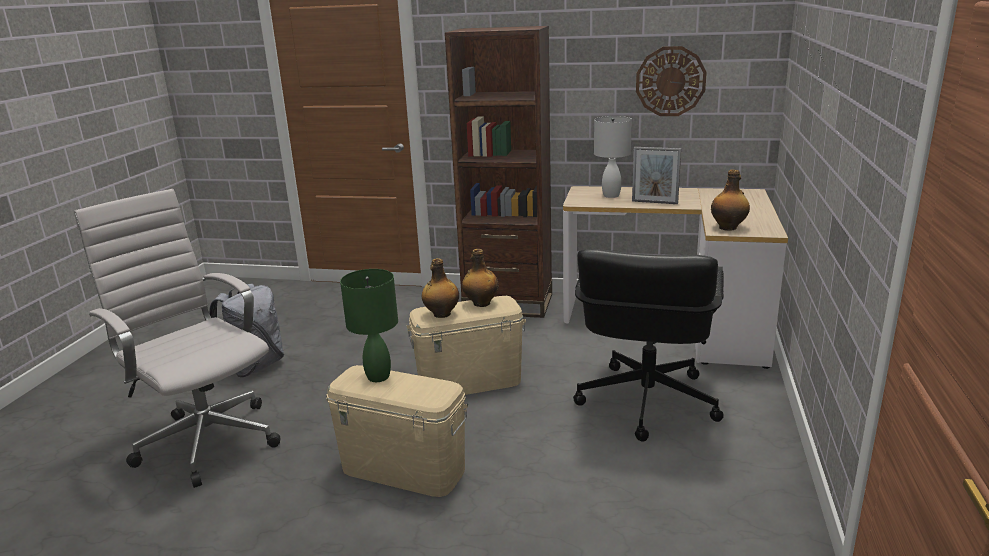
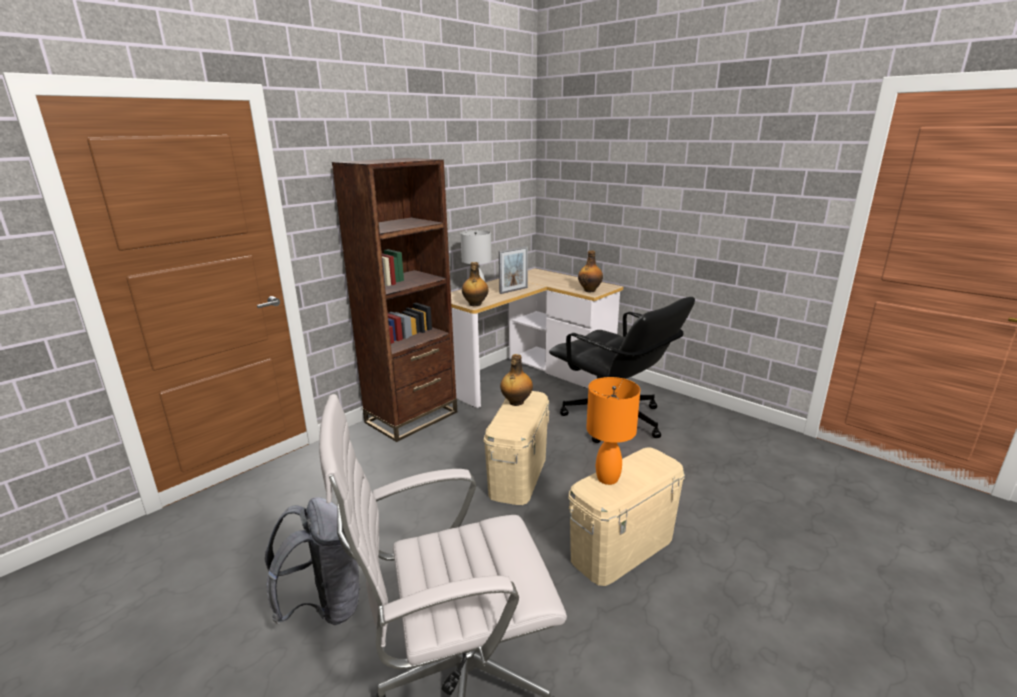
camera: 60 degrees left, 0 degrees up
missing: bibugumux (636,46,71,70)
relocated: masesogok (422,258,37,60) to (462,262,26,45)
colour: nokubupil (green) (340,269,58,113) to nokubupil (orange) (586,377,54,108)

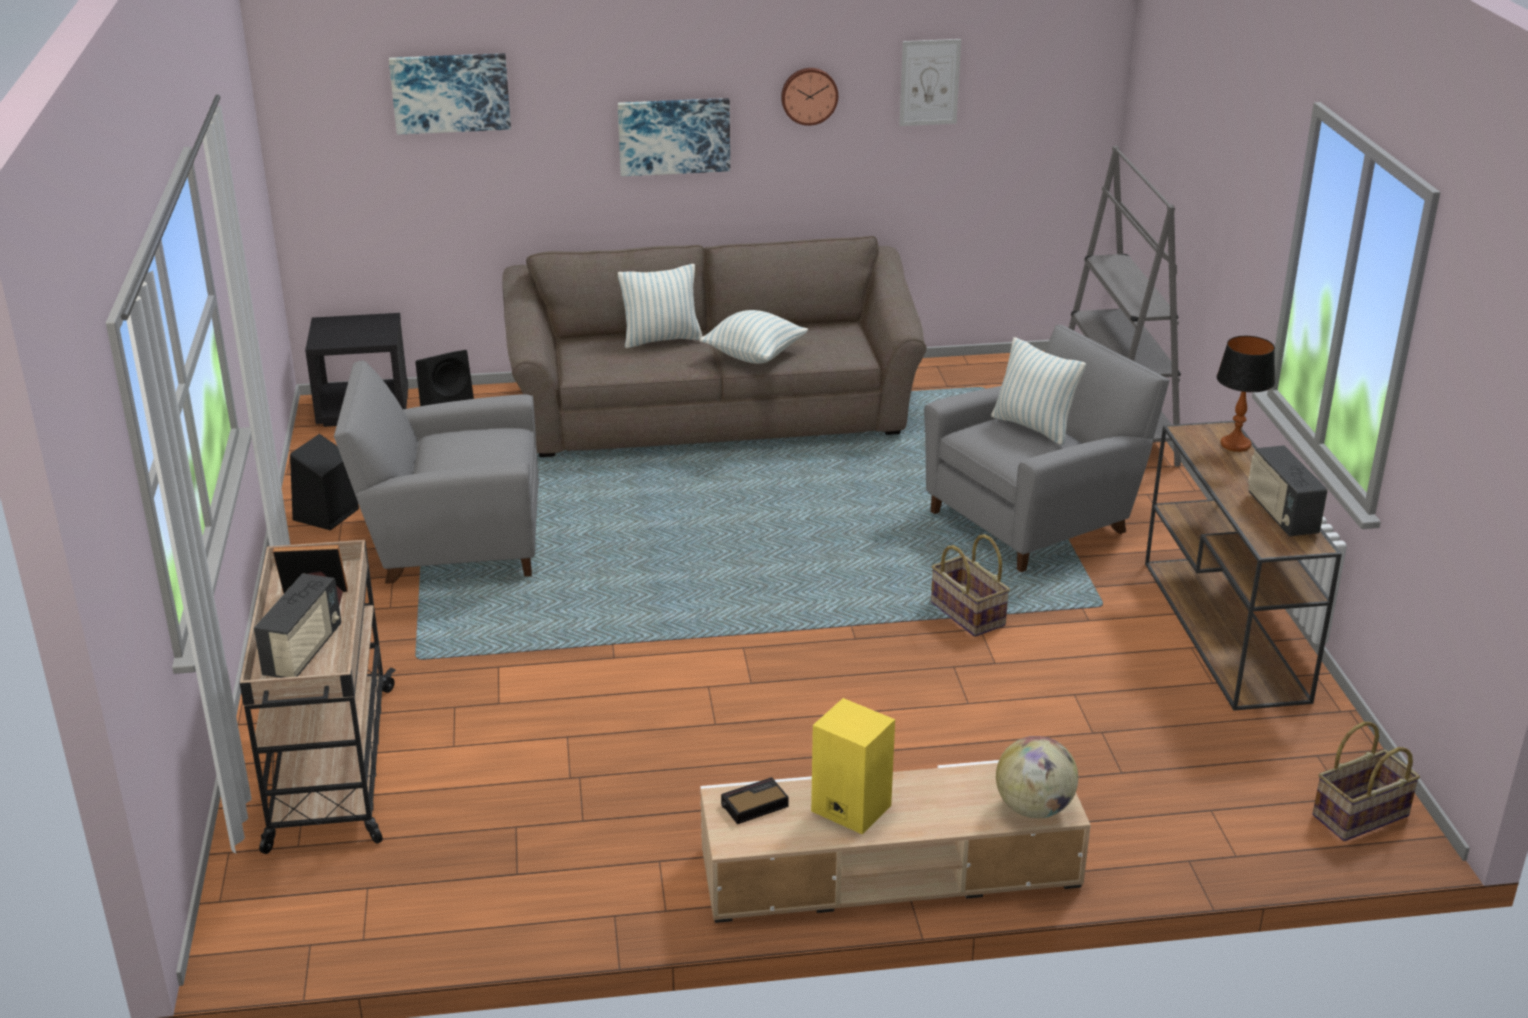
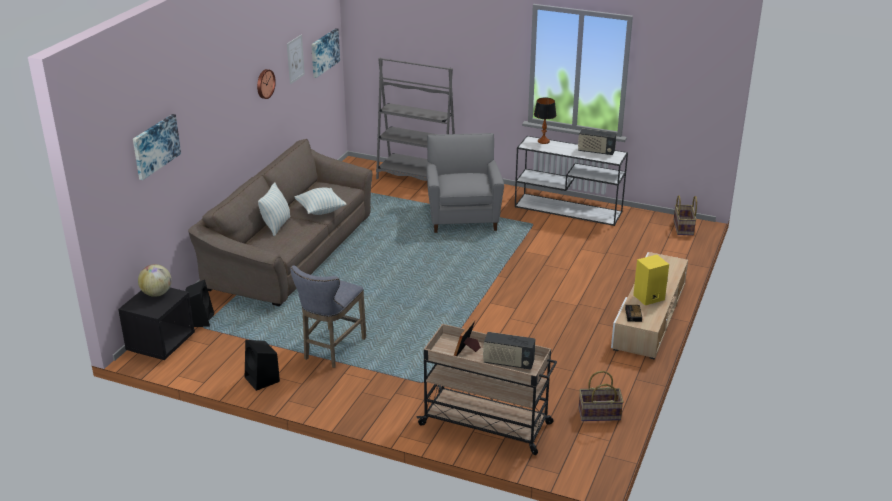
camera: 60 degrees left, 0 degrees up
missing: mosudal (991,337,95,108)
relocated: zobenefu (996,736,82,82) to (138,264,34,33); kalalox (618,98,112,78) to (311,28,29,50); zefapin (931,534,79,103) to (579,371,45,50)
exchanged: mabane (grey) (334,360,205,224) to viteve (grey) (290,265,76,103)
colour: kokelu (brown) (1145,421,197,290) to kokelu (white) (515,136,113,90)
spun: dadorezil (254,573,87,105) = (483,332,52,37) 150 degrees clockwise

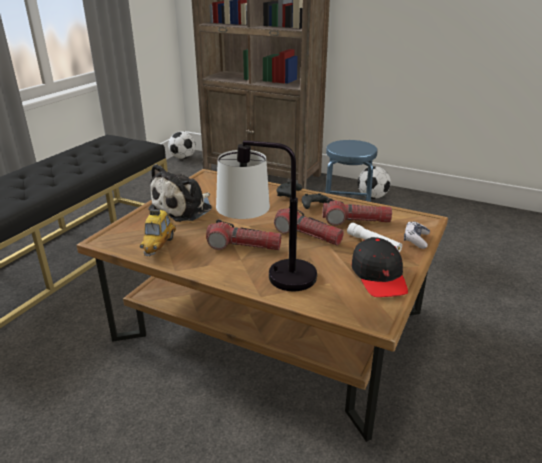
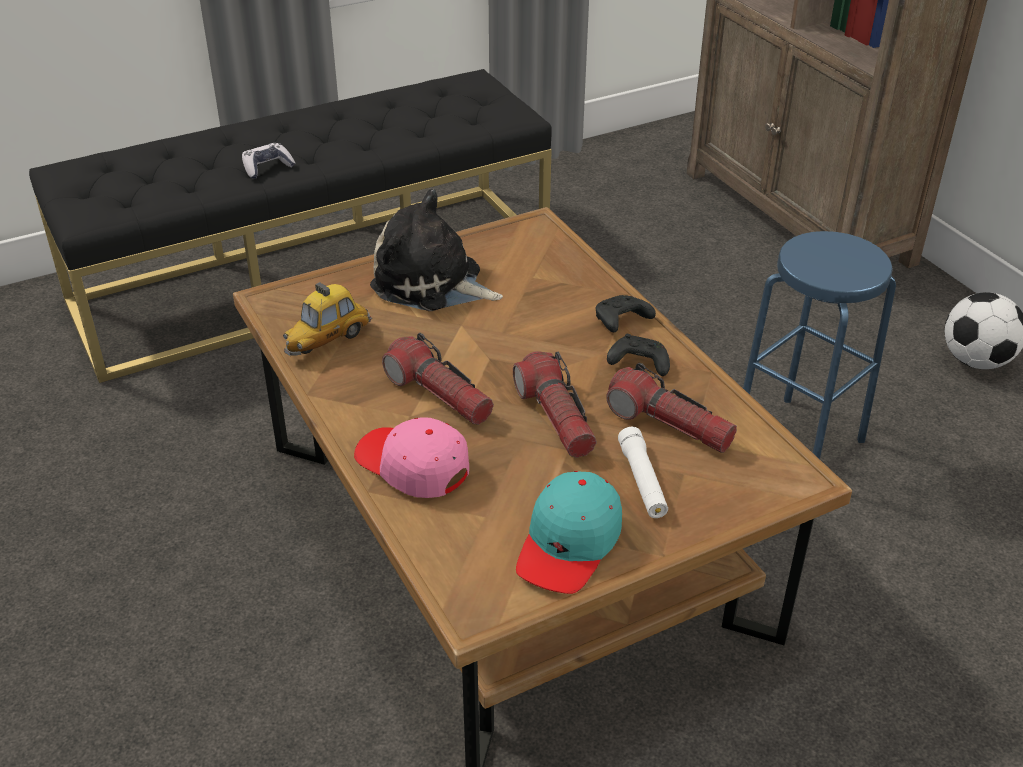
camera: 35 degrees right, 10 degrees up
missing: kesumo (168,131,28,28)
relocated: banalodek (404,221,26,28) to (242,143,54,36)
exchanged: nokubupil (216,140,101,151) to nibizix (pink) (354,417,115,81)
colour: nibizix (black) (352,237,56,60) to nibizix (turquoise) (516,471,106,123)
spun: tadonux (148,164,64,58) = (370,189,133,122) 45 degrees clockwise

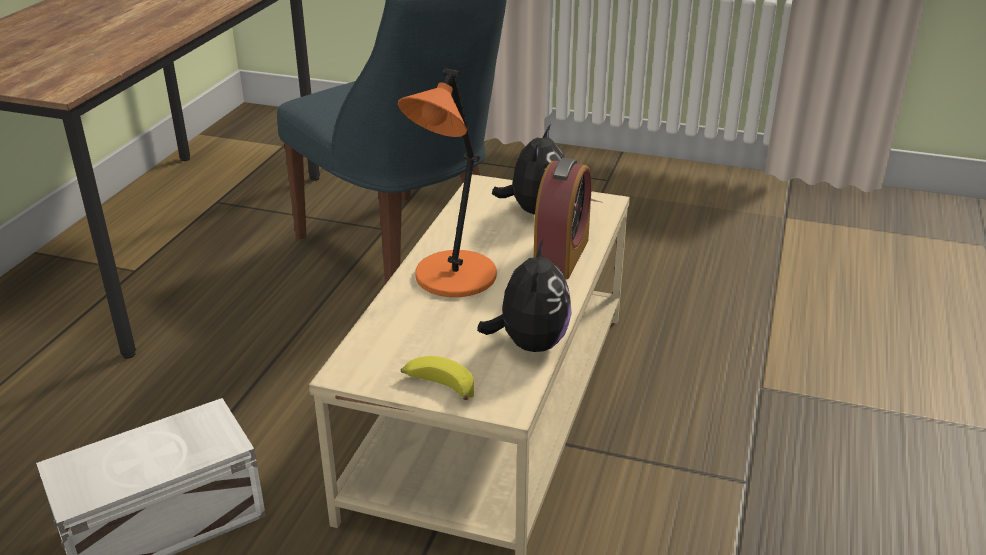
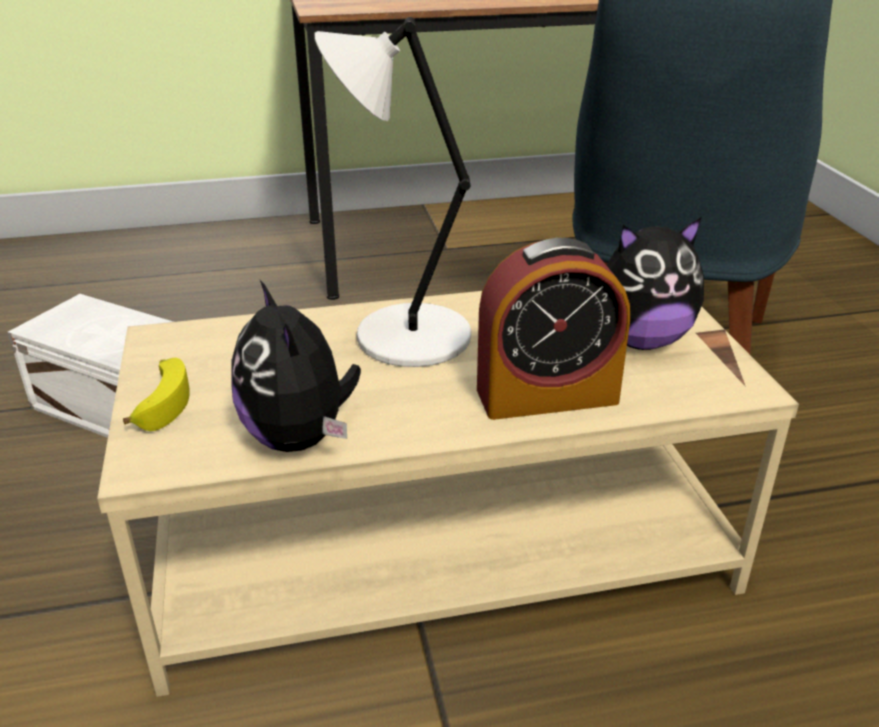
camera: 60 degrees right, 0 degrees up
colour: nokubupil (orange) (398,68,99,229) to nokubupil (white) (315,17,156,350)
spun: tadonux (477,240,95,112) = (232,280,129,172) 90 degrees clockwise

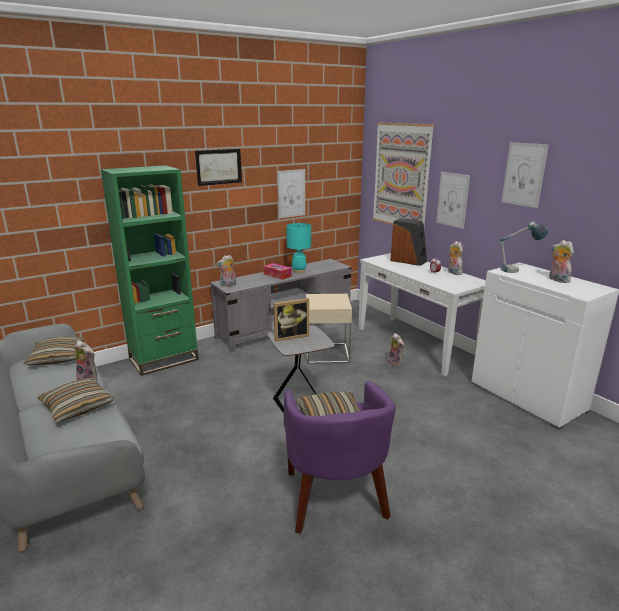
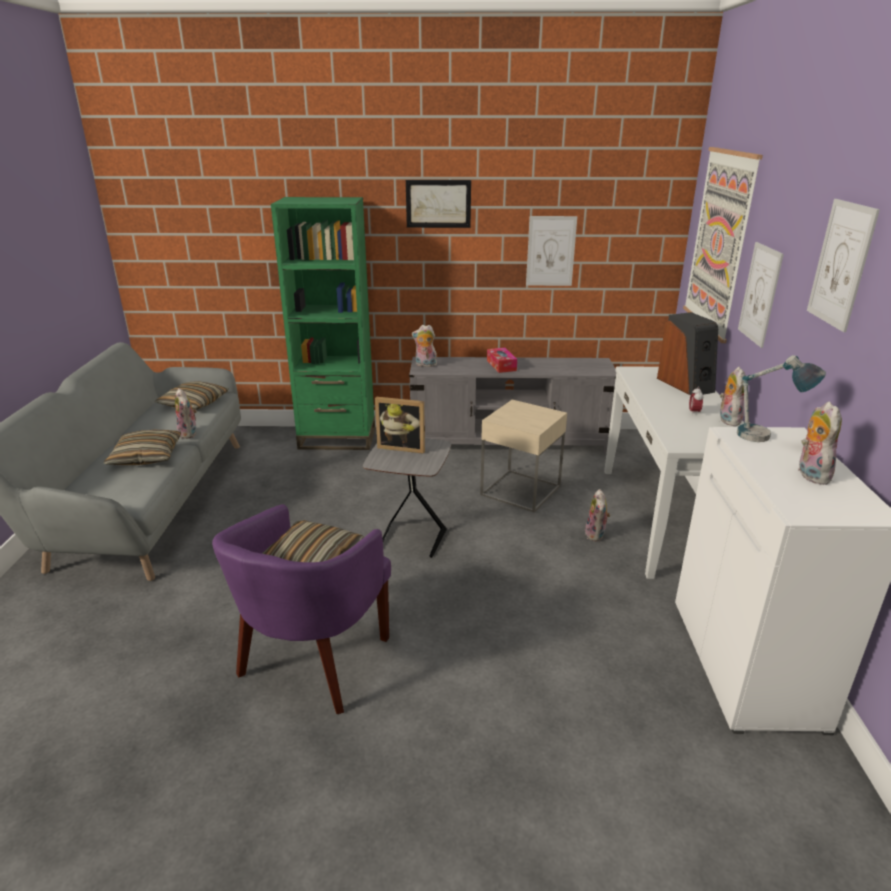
camera: 35 degrees right, 5 degrees up
missing: nokubupil (turquoise) (286,223,25,50)

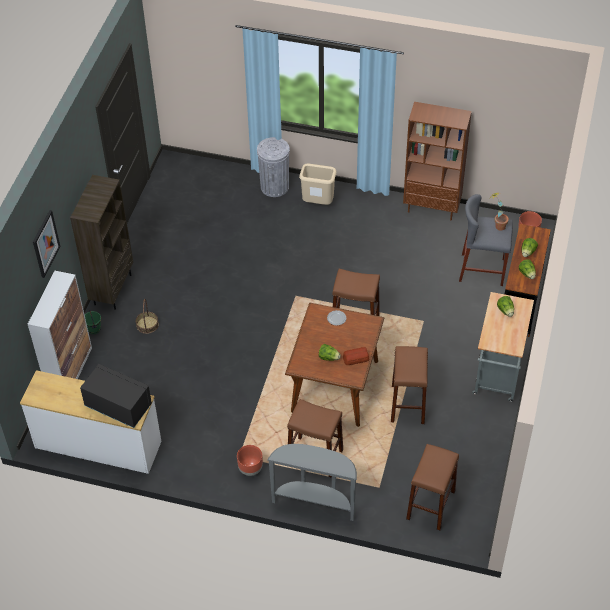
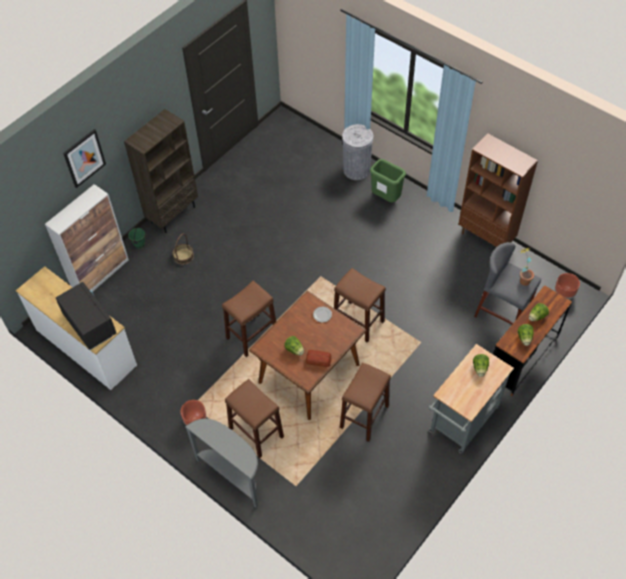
camera: 25 degrees right, 5 degrees up
relocated: viteve (brown) (406,444,53,86) to (222,281,54,76)
colour: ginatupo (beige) (299,163,37,42) to ginatupo (green) (370,159,36,43)

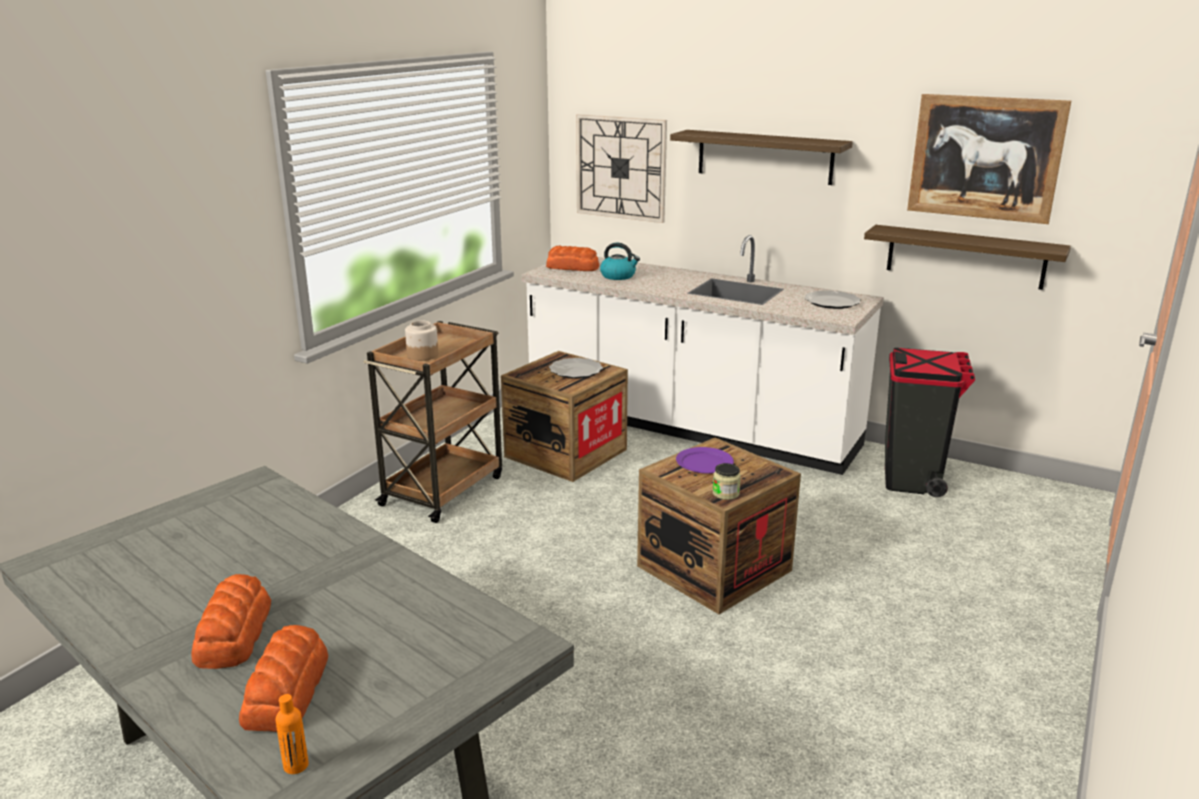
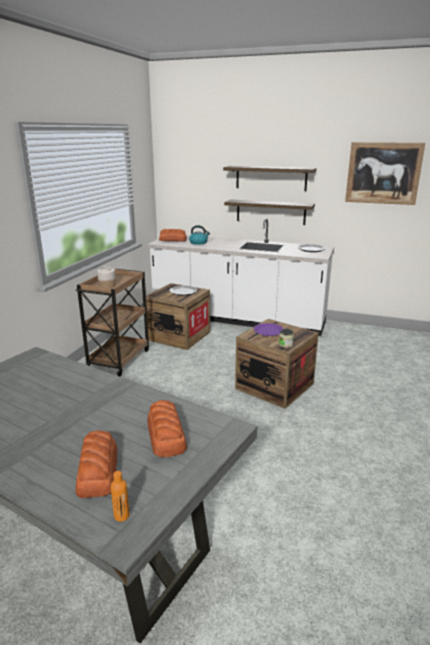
camera: 10 degrees left, 0 degrees up
missing: bibugumux (576,114,91,109); ginatupo (black) (885,348,90,149)
relocated: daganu (192,574,79,95) to (147,400,40,57); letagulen (864,225,207,65) to (224,199,91,26)

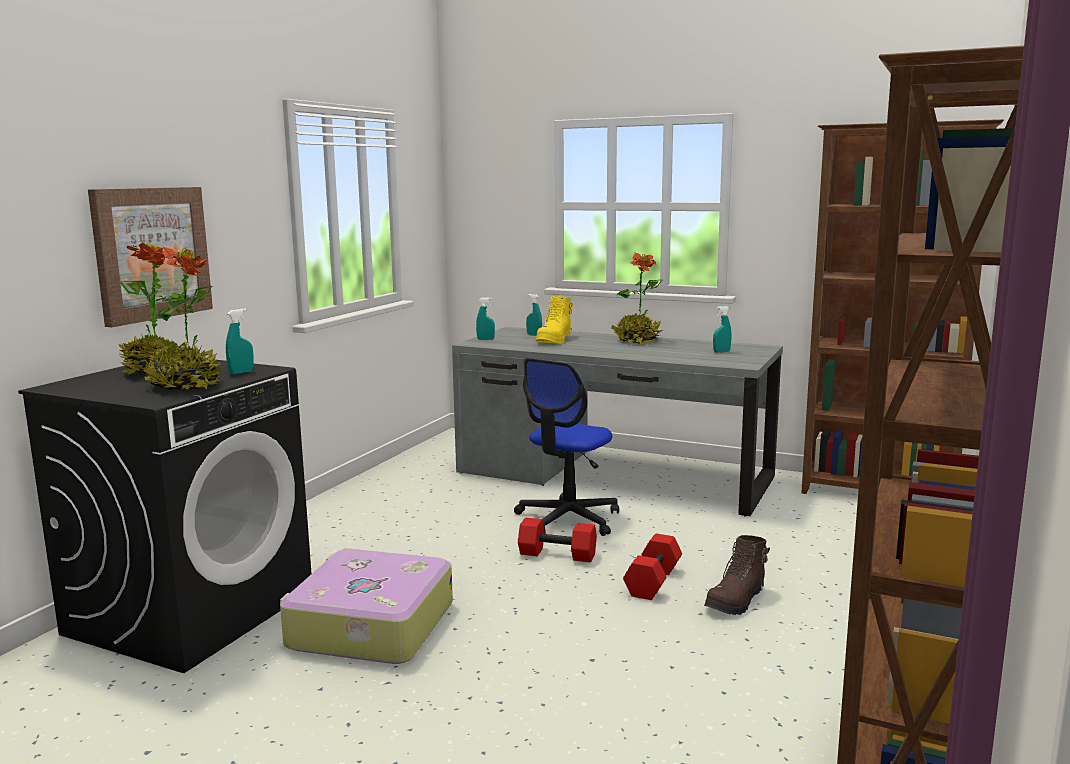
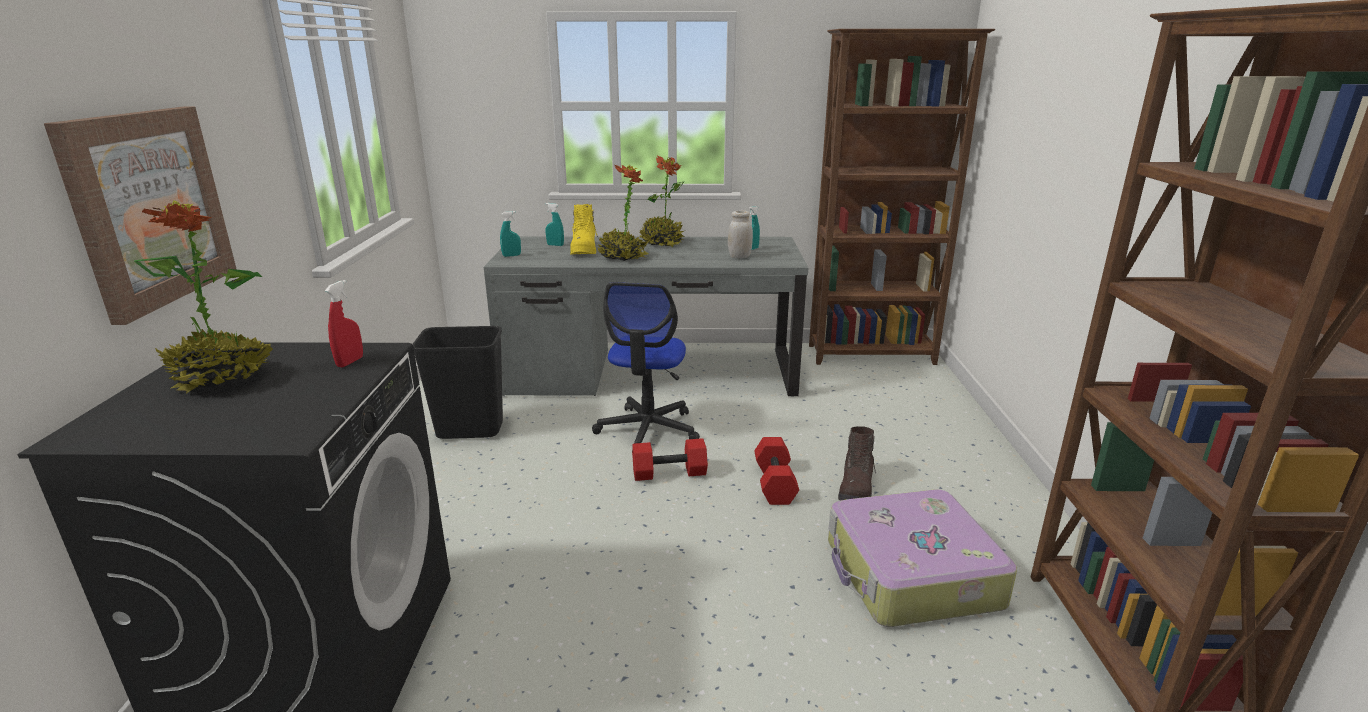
camera: 25 degrees left, 10 degrees up
appeared: ginatupo (black) (412,326,91,113); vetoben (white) (728,211,25,47)
relocated: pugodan (143,247,80,143) to (598,164,51,97); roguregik (280,549,173,115) to (828,489,189,138)
colour: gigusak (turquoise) (226,309,28,66) to gigusak (red) (325,280,38,87)

